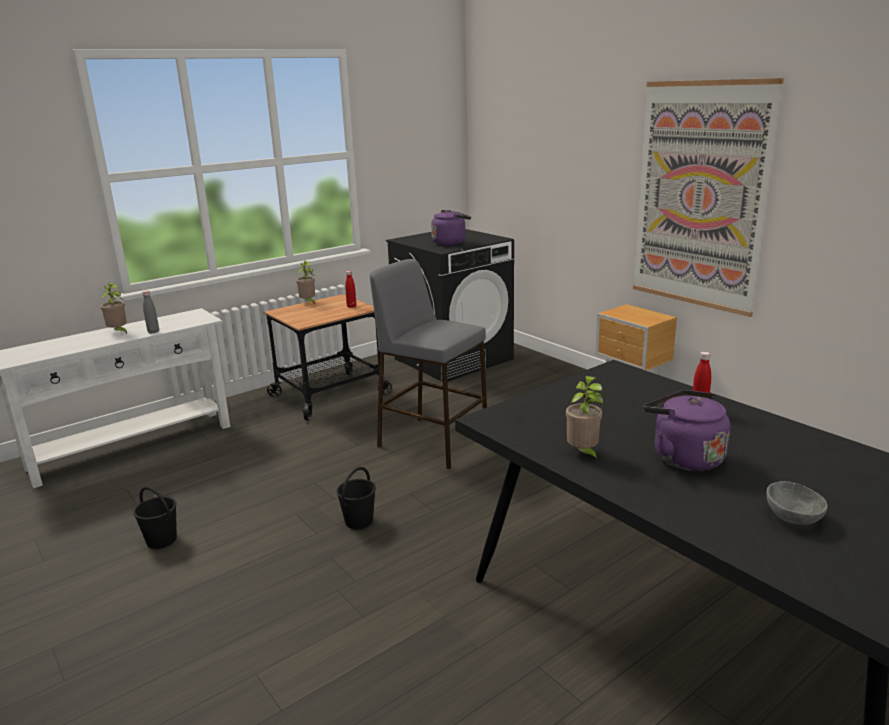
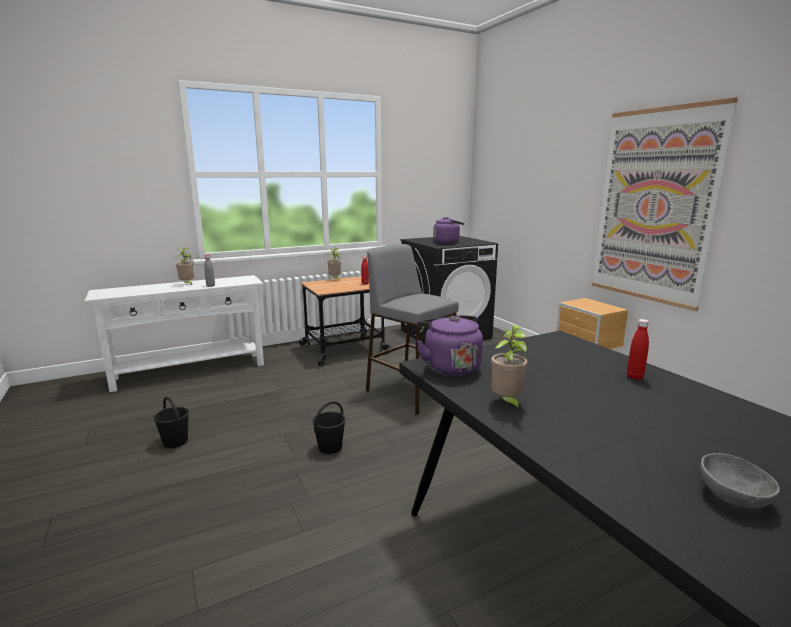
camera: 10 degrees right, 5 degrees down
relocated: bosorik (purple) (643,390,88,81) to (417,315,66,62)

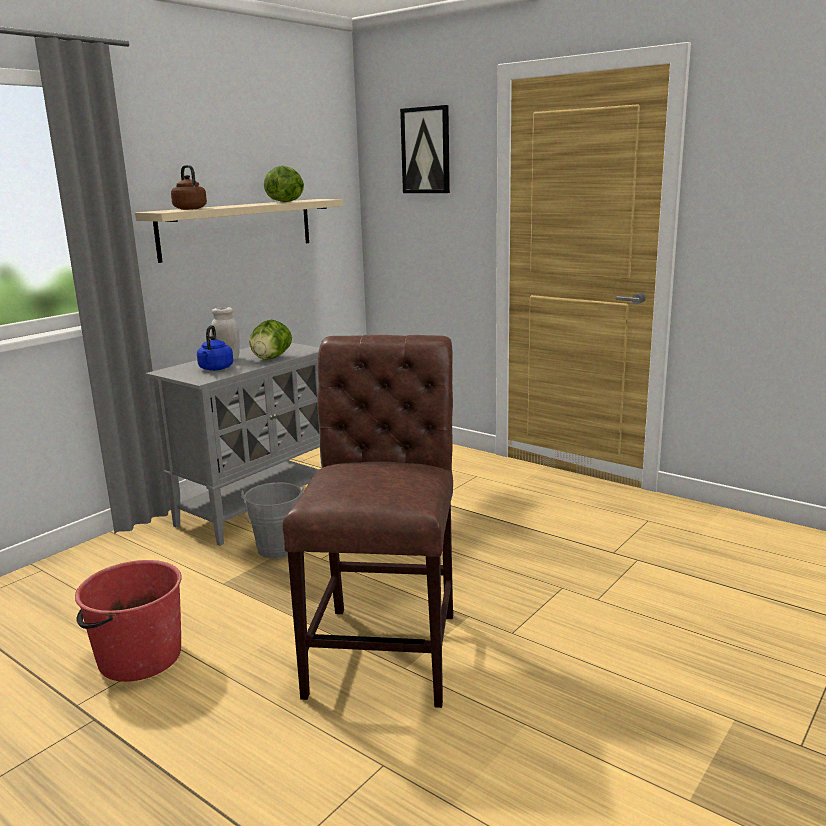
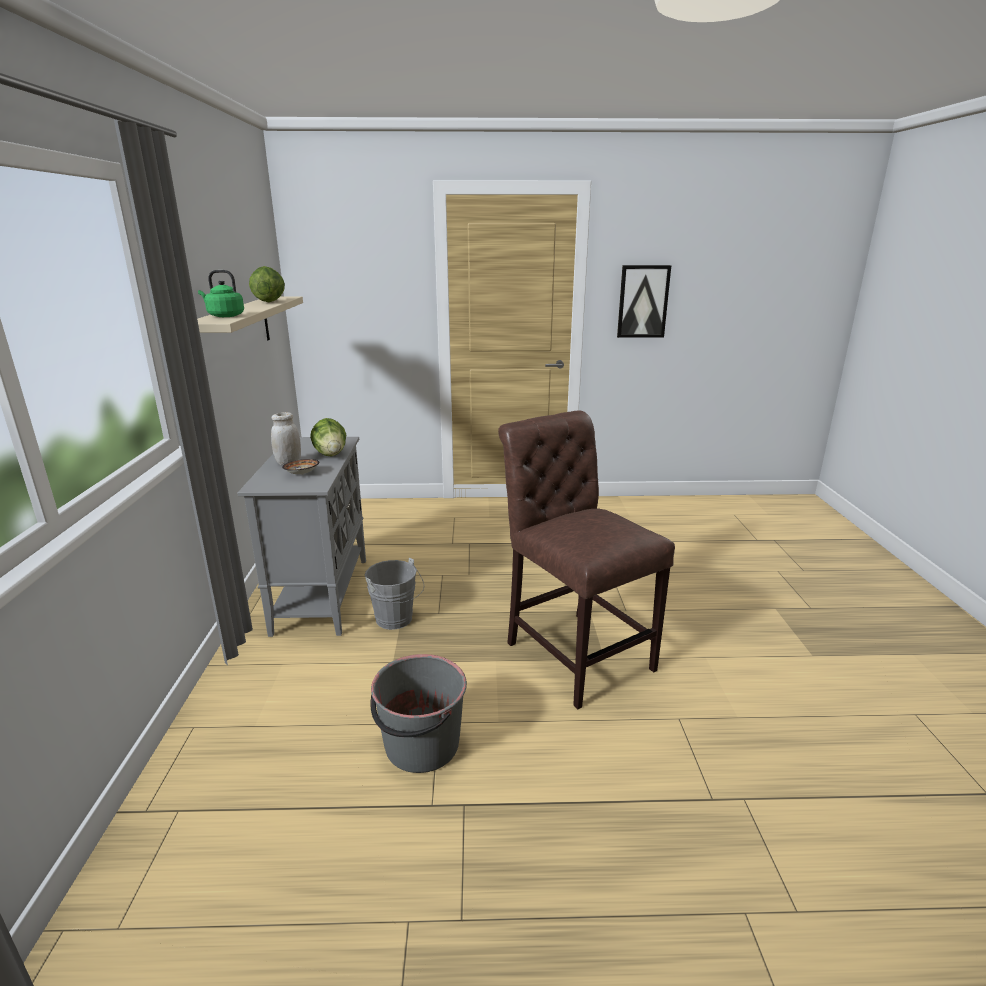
camera: 40 degrees left, 5 degrees up
relocated: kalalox (400,105,50,88) to (617,265,54,73)
exchanged: bosorik (blue) (197,325,36,46) to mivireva (282,459,37,16)
colour: bosorik (brown) (171,165,36,45) to bosorik (green) (198,270,46,47); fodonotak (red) (75,560,107,122) to fodonotak (grey) (371,654,96,119)

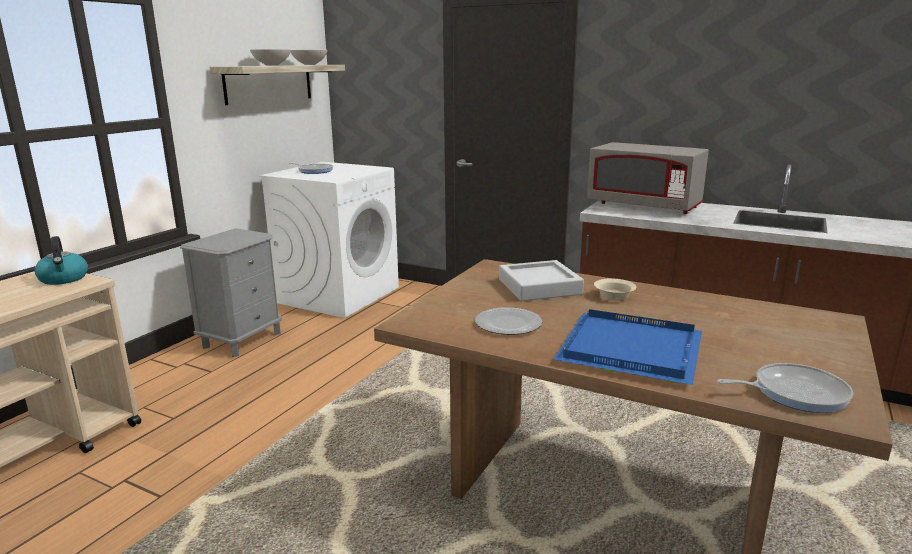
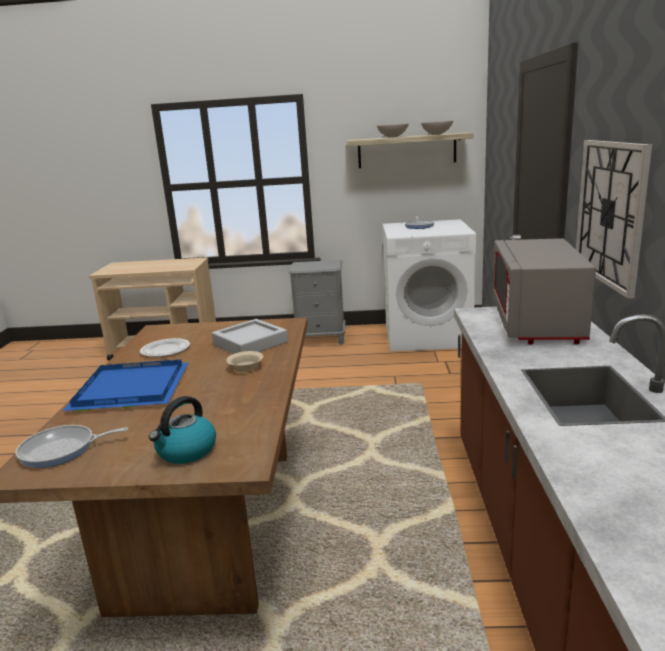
camera: 65 degrees right, 0 degrees up
appeared: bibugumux (576,140,76,159)
relocated: bosorik (34,236,54,49) to (149,396,67,68)
spun: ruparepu (717,363,136,50) = (15,425,114,43) 105 degrees clockwise

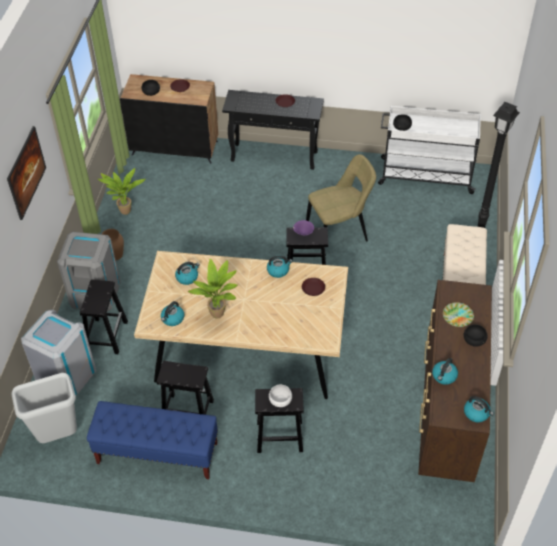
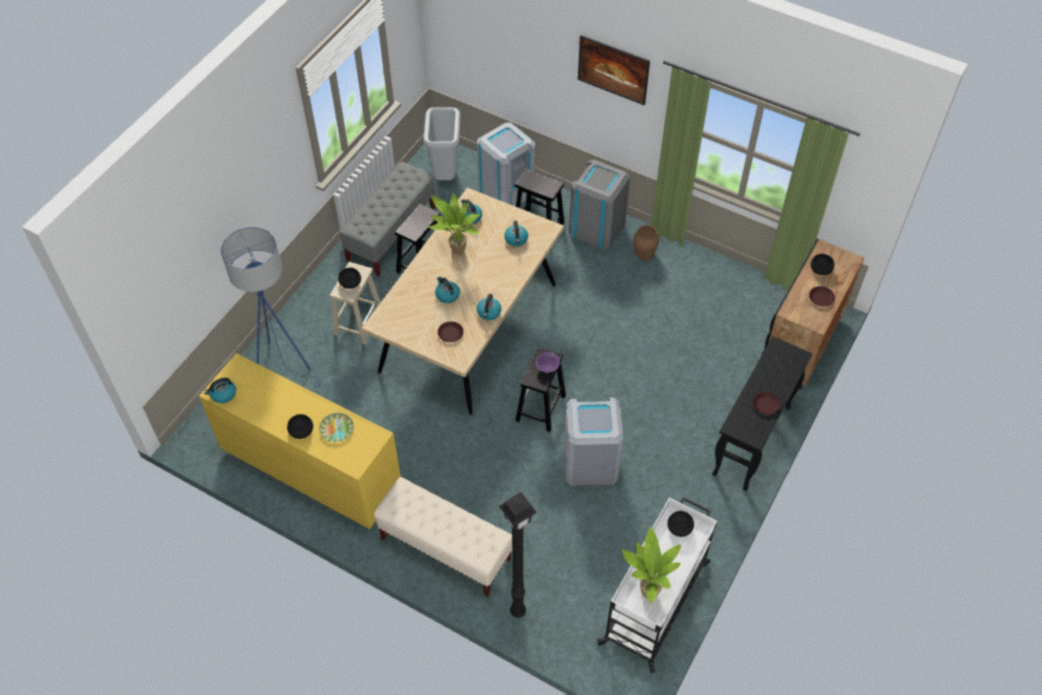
camera: 110 degrees right, 5 degrees up
appeared: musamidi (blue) (221,227,101,161)
relocated: bosorik (432,358,26,27) to (435,276,25,27); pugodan (98,168,47,47) to (622,527,59,76)
exchanged: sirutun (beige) (306,154,70,87) to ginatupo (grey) (564,398,60,88)
colour: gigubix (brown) (418,280,74,202) to gigubix (yellow) (199,353,202,176); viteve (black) (255,388,49,65) to viteve (beige) (330,262,51,83); mivireva (white) (269,385,23,22) to mivireva (black) (338,268,23,21); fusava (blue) (87,401,131,78) to fusava (grey) (340,162,95,115)

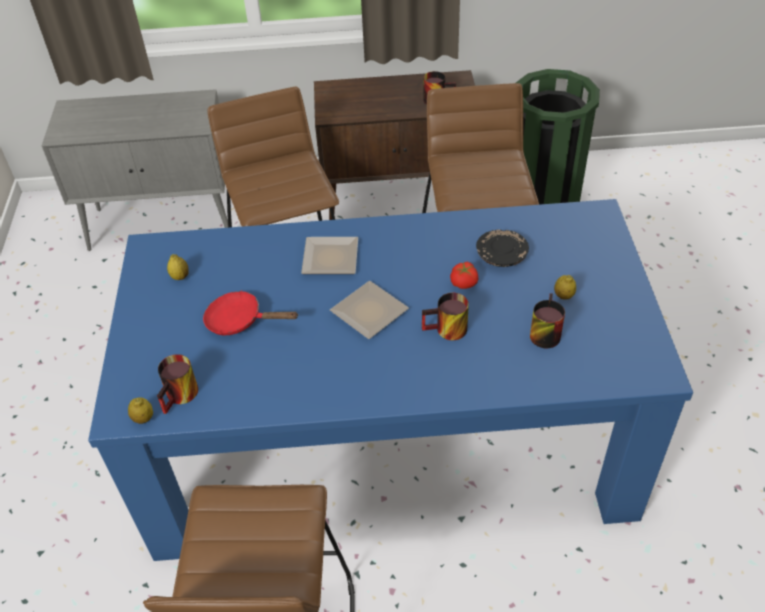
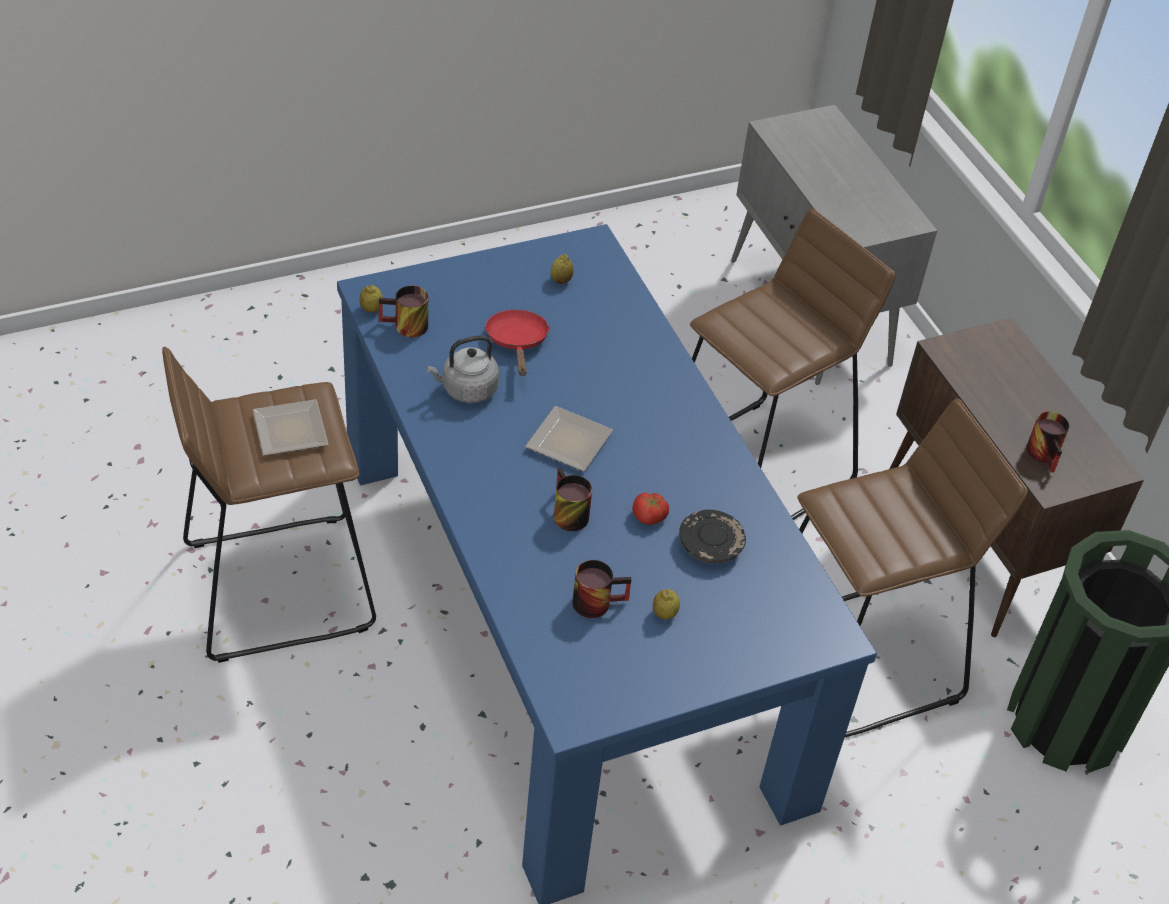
camera: 65 degrees right, 0 degrees up
appeared: bosorik (grey) (427,335,72,68)
relocated: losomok (301,237,57,37) to (253,399,75,57)

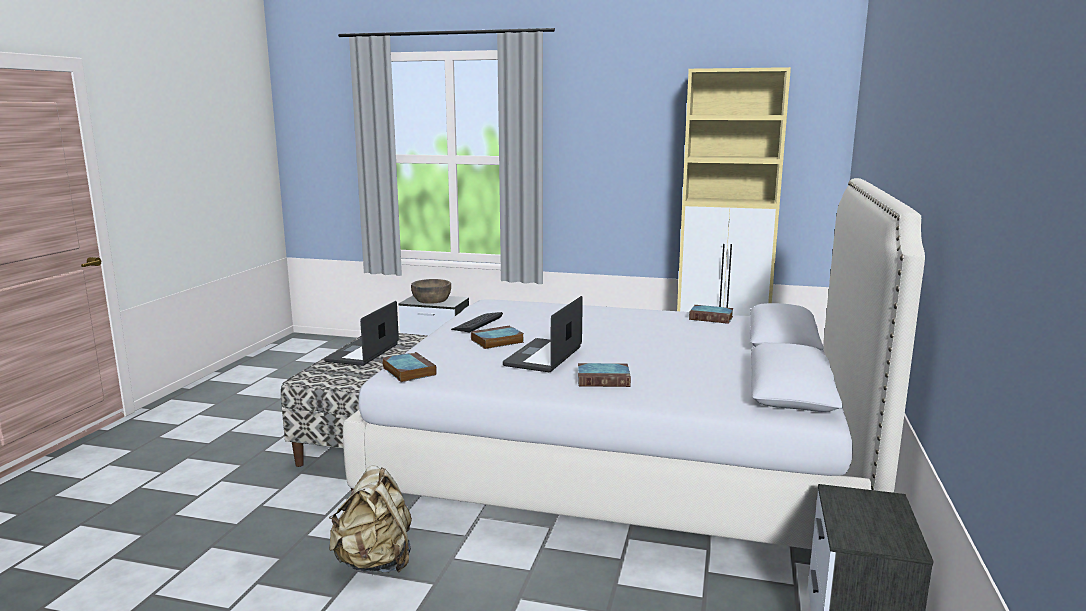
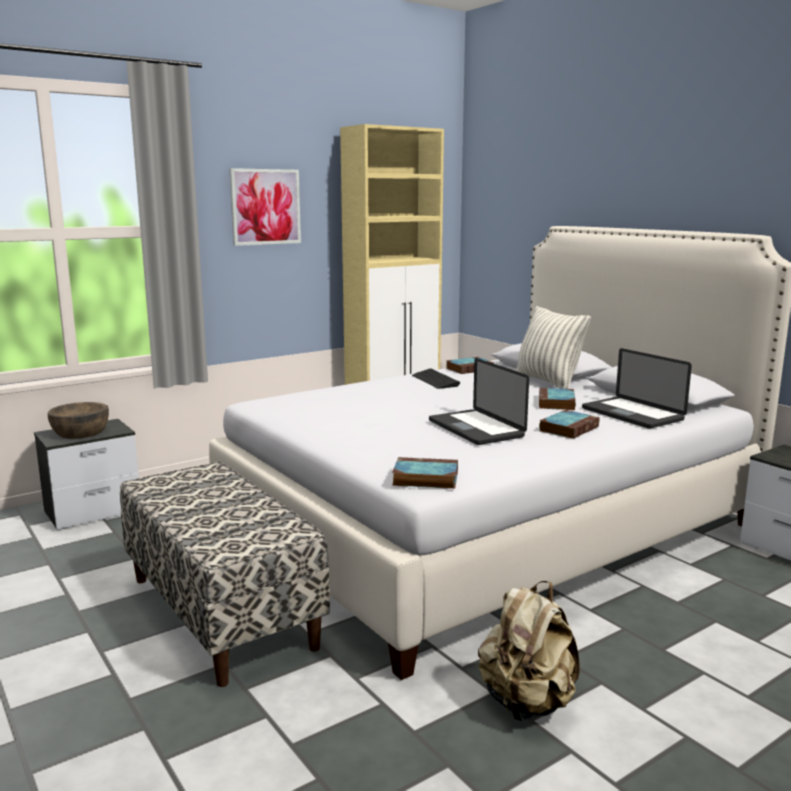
camera: 50 degrees left, 0 degrees up
appeared: kalalox (230,168,71,78); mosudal (516,306,75,83)
relocated: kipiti (451,312,52,20) to (412,368,49,21); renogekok (471,325,53,24) to (539,388,37,22); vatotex (324,301,75,65) to (582,348,110,81)

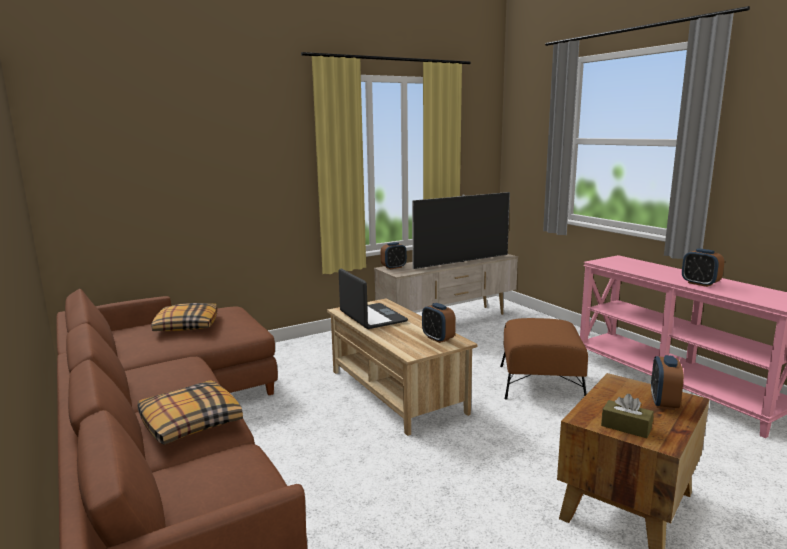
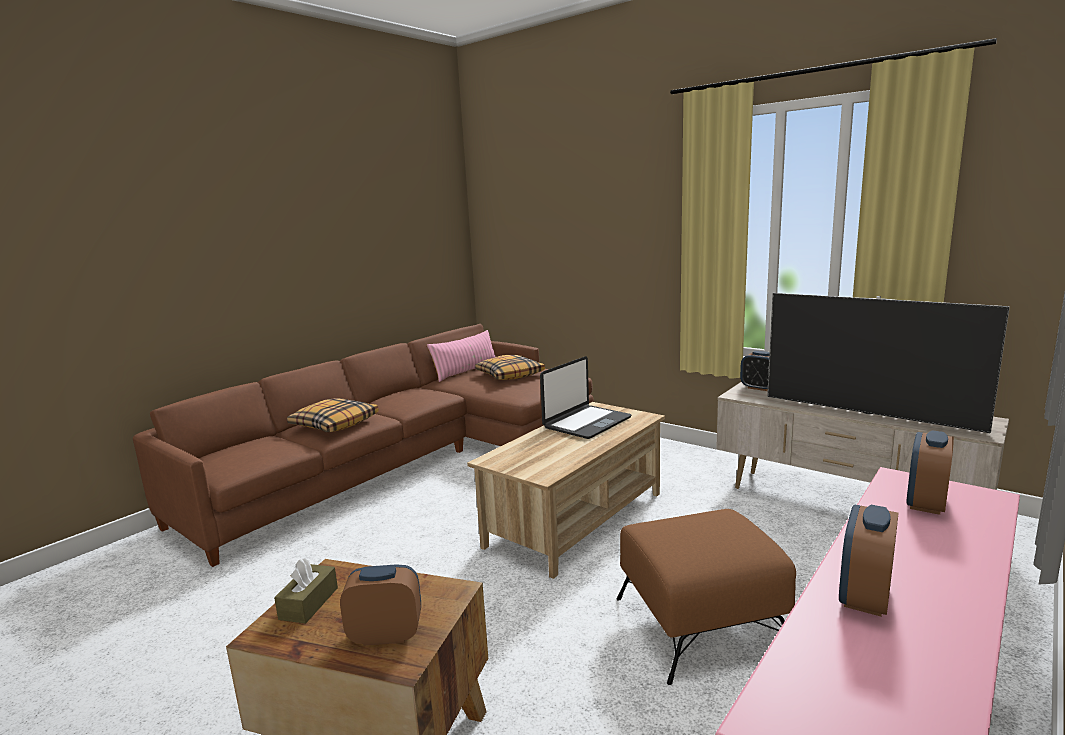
camera: 70 degrees right, 0 degrees up
appeared: mosudal (pink) (427,330,68,52)
relocated: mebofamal (422,303,34,40) to (906,430,48,85)

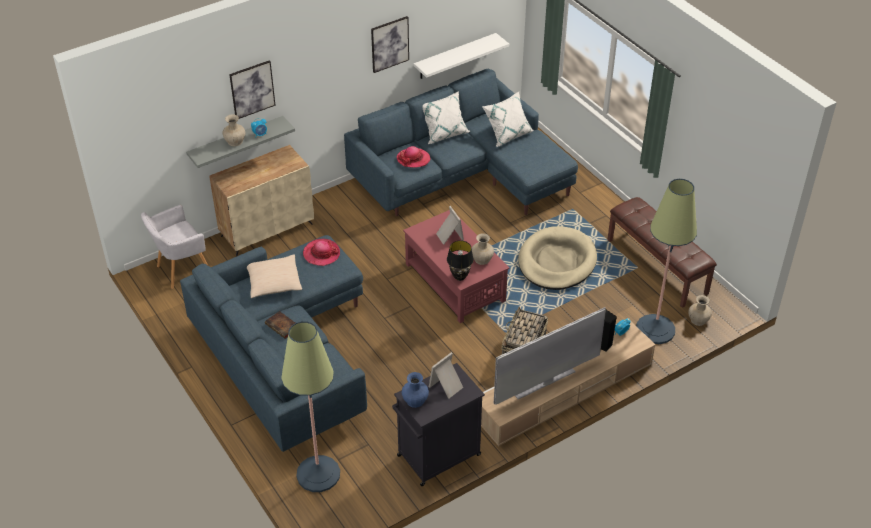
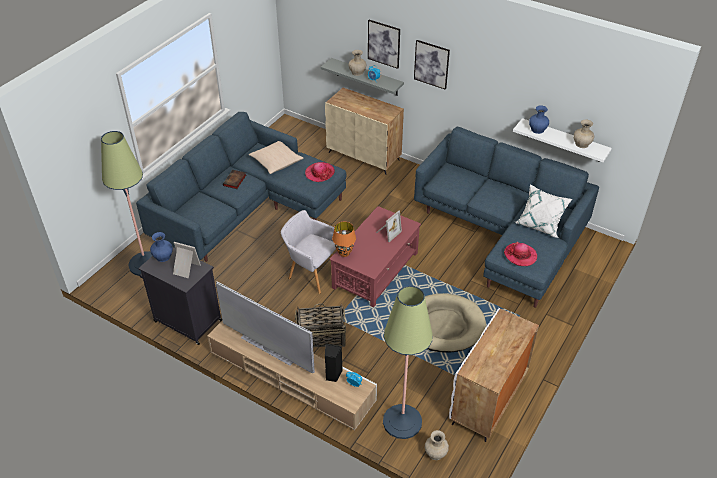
camera: 65 degrees right, 0 degrees up
missing: mosudal (white) (422,91,48,53)
appeared: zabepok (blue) (529,105,20,29)
relocated: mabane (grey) (141,205,67,84) to (281,210,58,84); kalalox (371,16,38,57) to (414,40,36,50); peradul (397,146,33,22) to (504,242,33,24); zabepok (beige) (471,233,23,32) to (573,120,21,28)
exchanged: fusava (brown) (608,197,109,111) to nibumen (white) (449,308,90,134)
colour: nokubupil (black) (447,240,27,41) to nokubupil (orange) (332,222,24,35)

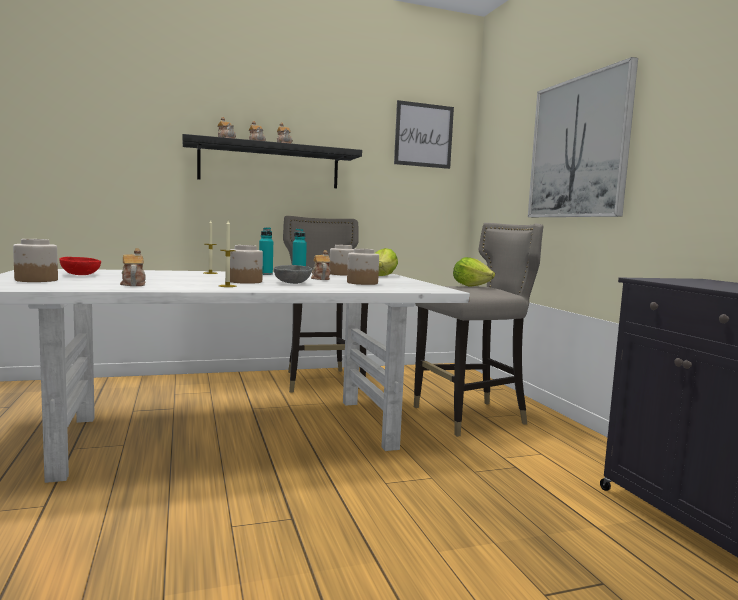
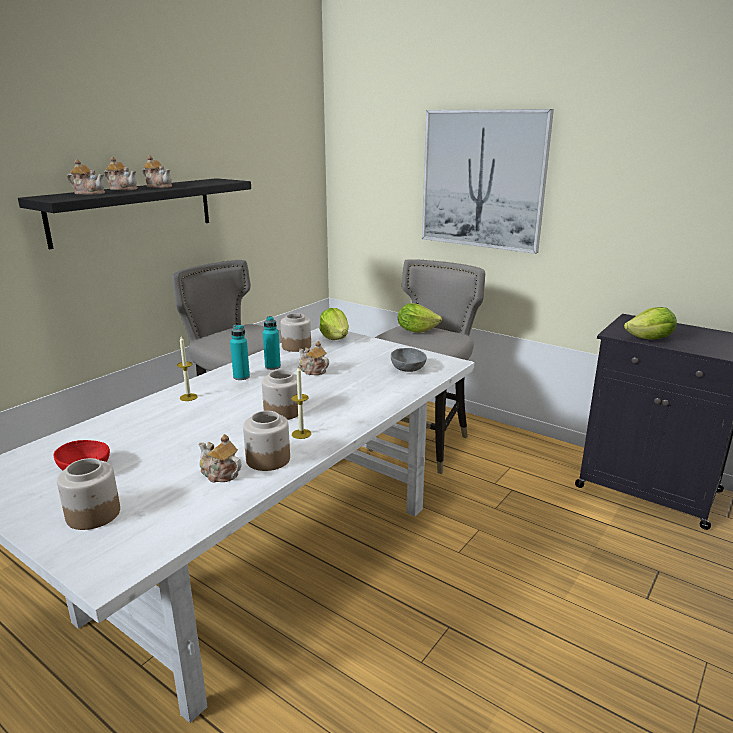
camera: 35 degrees left, 15 degrees up
missing: kalalox (394,100,60,69)
appeared: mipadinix (624,307,53,33)
relocated: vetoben (347,248,32,37) to (243,411,47,60); mivireva (grey) (274,265,38,19) to (391,348,36,24)

